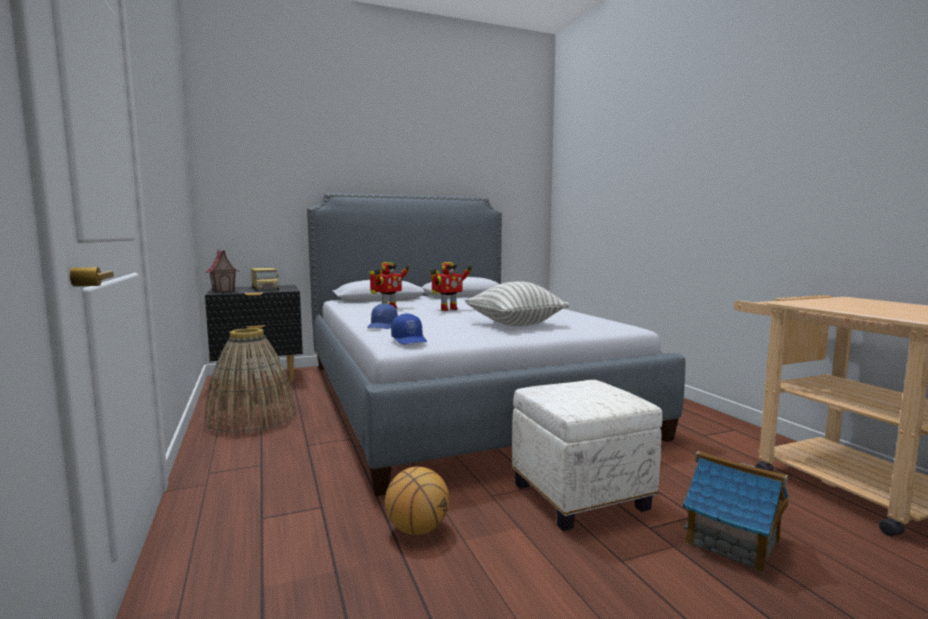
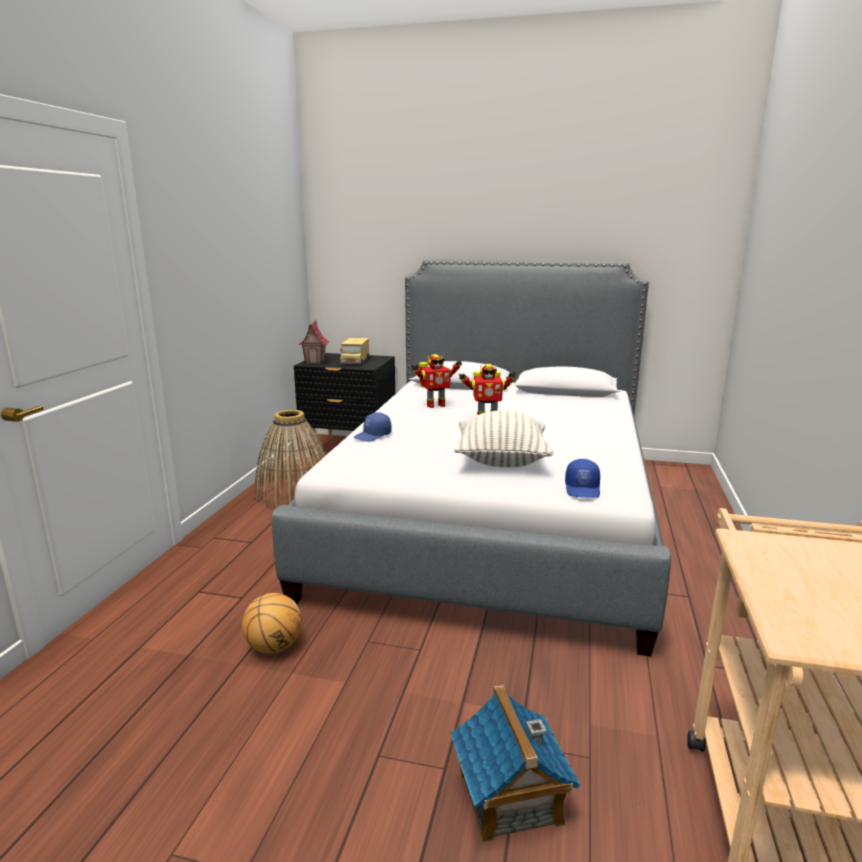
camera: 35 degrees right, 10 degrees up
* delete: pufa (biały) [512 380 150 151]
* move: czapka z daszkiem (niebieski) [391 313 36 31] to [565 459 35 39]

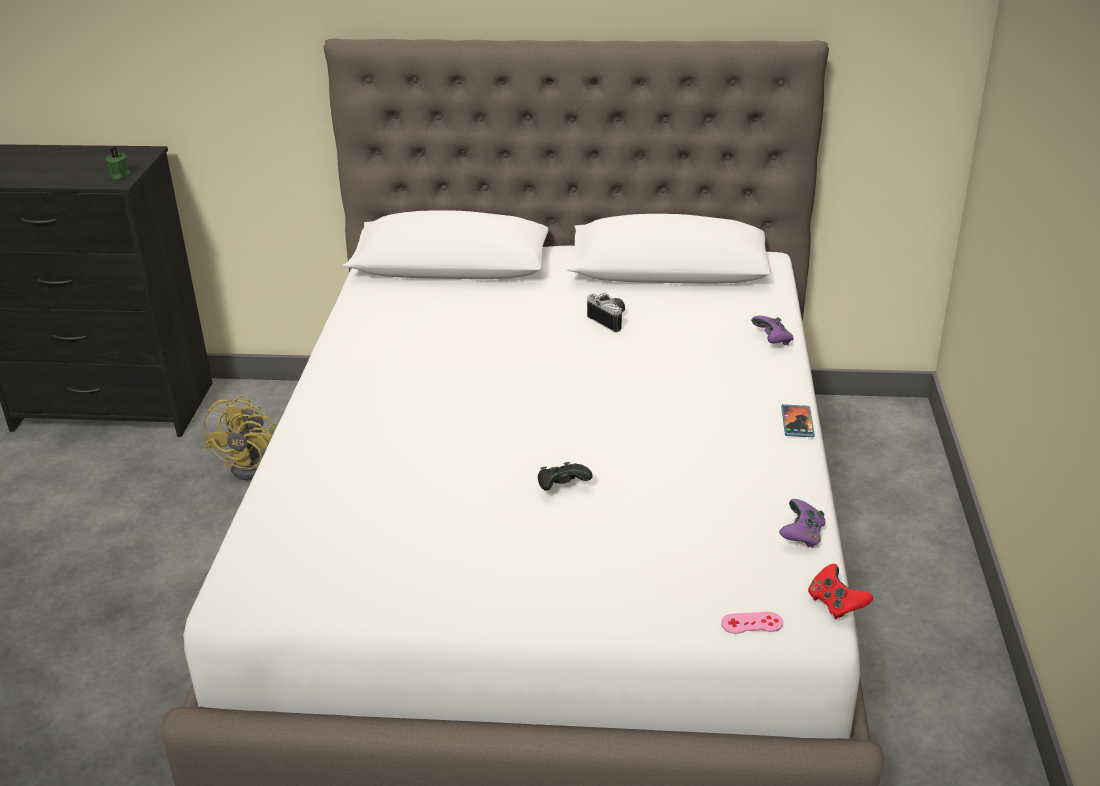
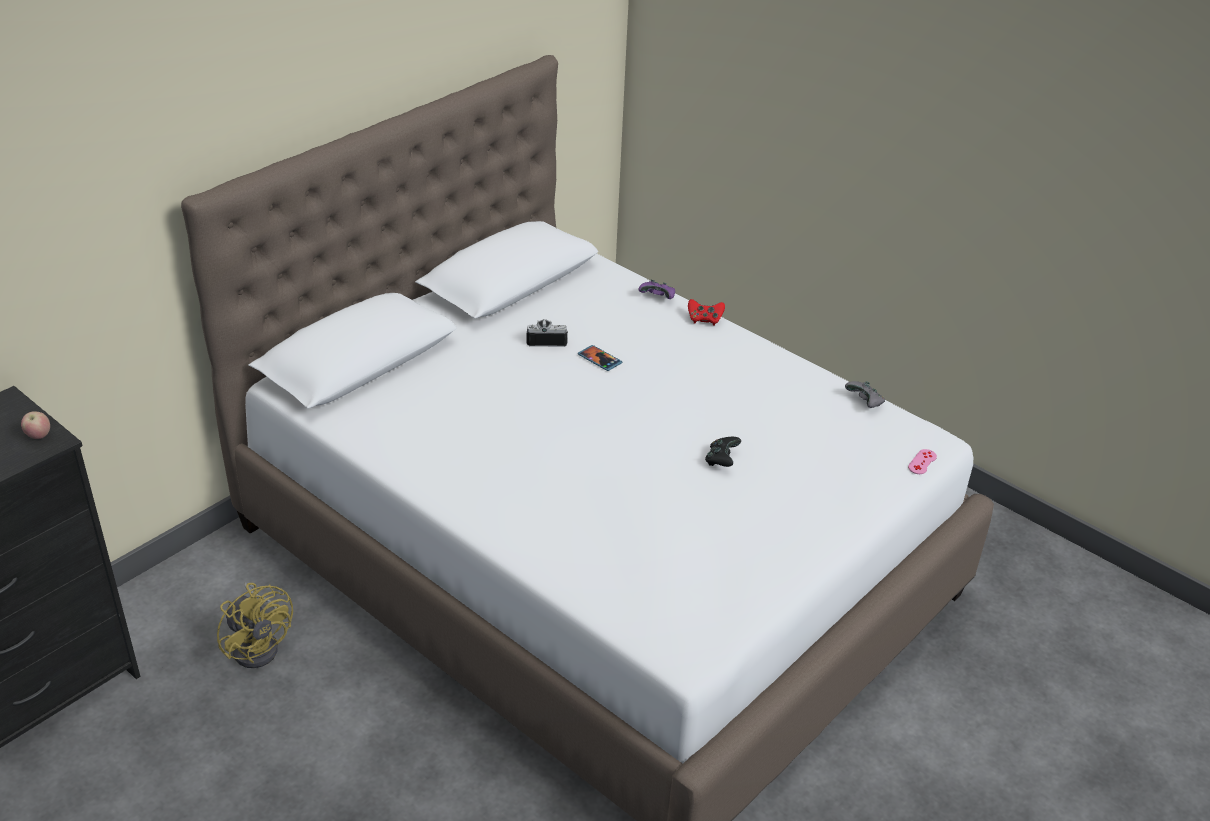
camera: 55 degrees left, 5 degrees up
* move: telefon [781 404 34 33] to [578 345 44 26]
* move: pad do gier (czerwony) [808 564 65 55] to [688 299 37 27]
* replace: świeca (zielony) [106 147 24 33] to jabłko [21 411 29 28]
* recolor: pad do gier (fioletowy) [779 499 46 49] to pad do gier (szary) [845 381 40 27]

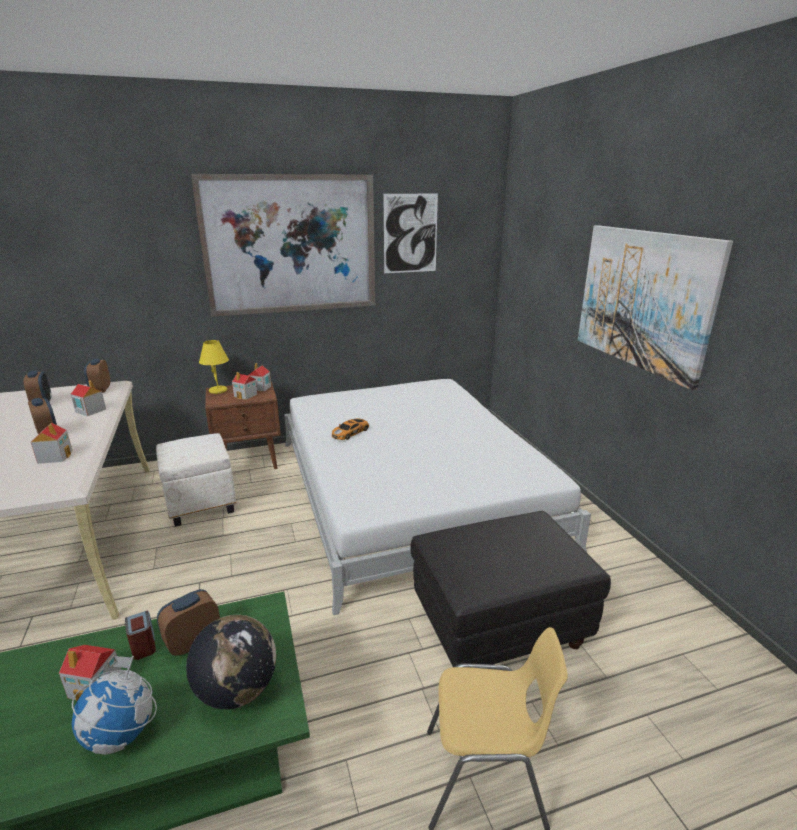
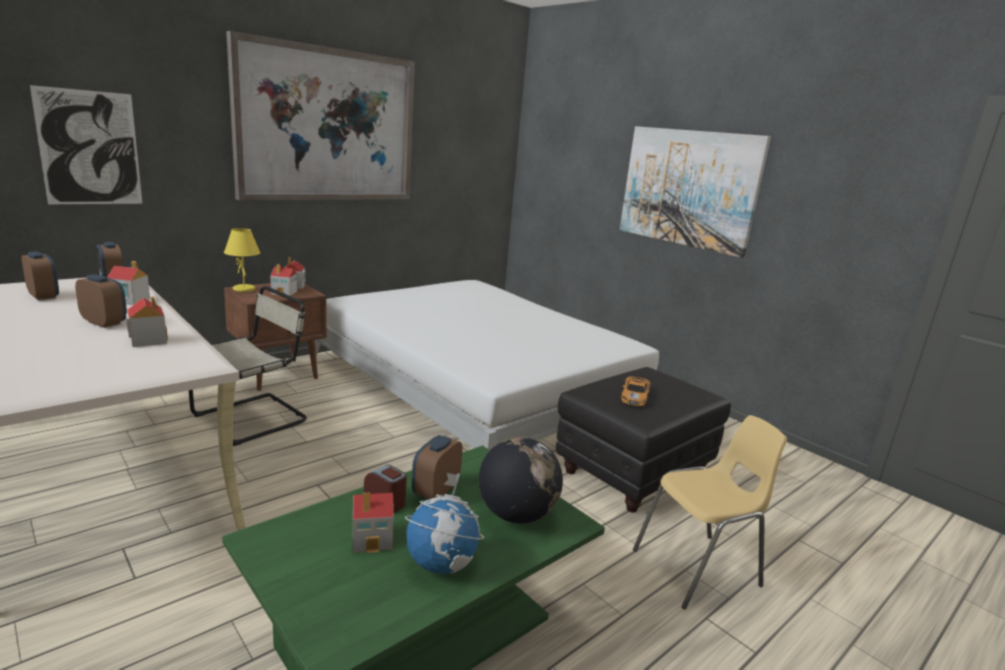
camera: 25 degrees left, 5 degrees down
* move: samochodzik [332 418 37 22] to [621 376 29 30]
* move: obraz [383 193 55 80] to [30 85 112 119]
* replace: pufa (biały) [156 433 81 94] to krzesło (beżowy) [189 286 118 160]

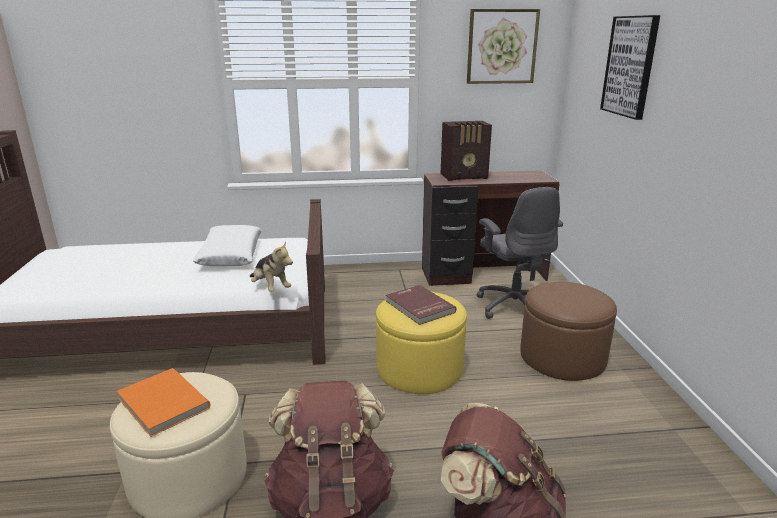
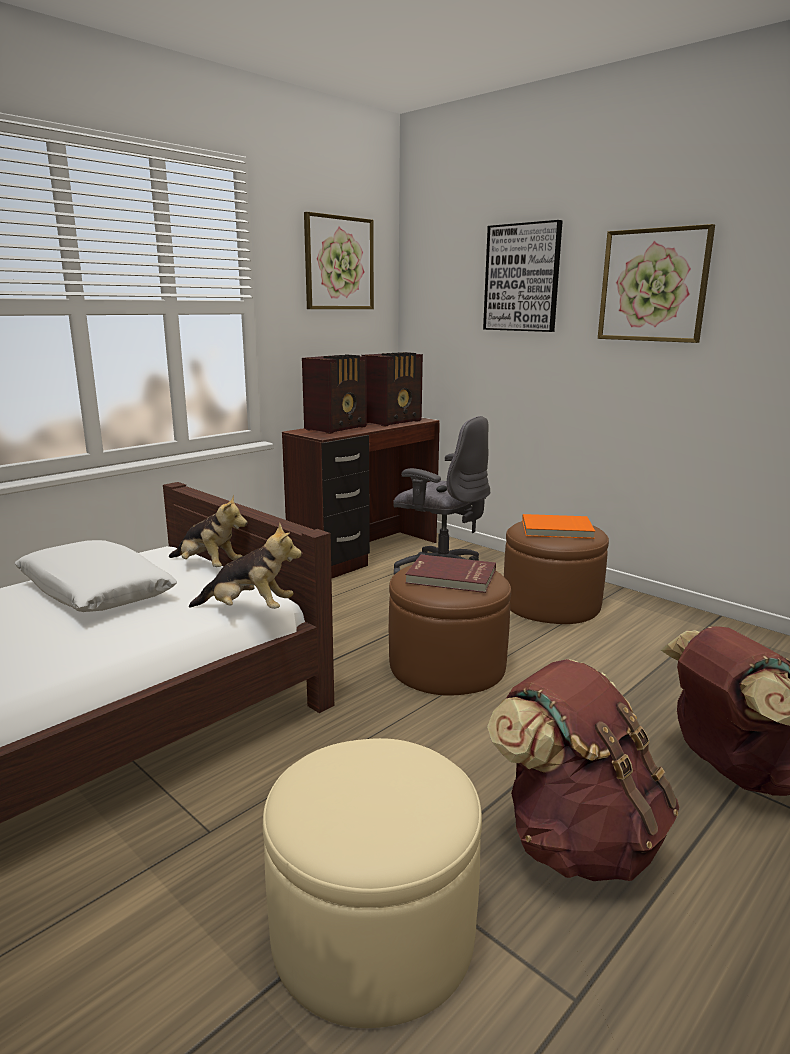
camera: 40 degrees left, 5 degrees down
* insert: pluszak [169 494 78 73]
* insert: radio [361 352 62 75]
* insert: obraz [598 224 117 119]
* move: książka (pomarańczowy) [117 368 93 69] to [522 514 73 25]
* recolor: pufa (żółty) [376 292 91 102] to pufa (brązowy) [389 565 122 131]

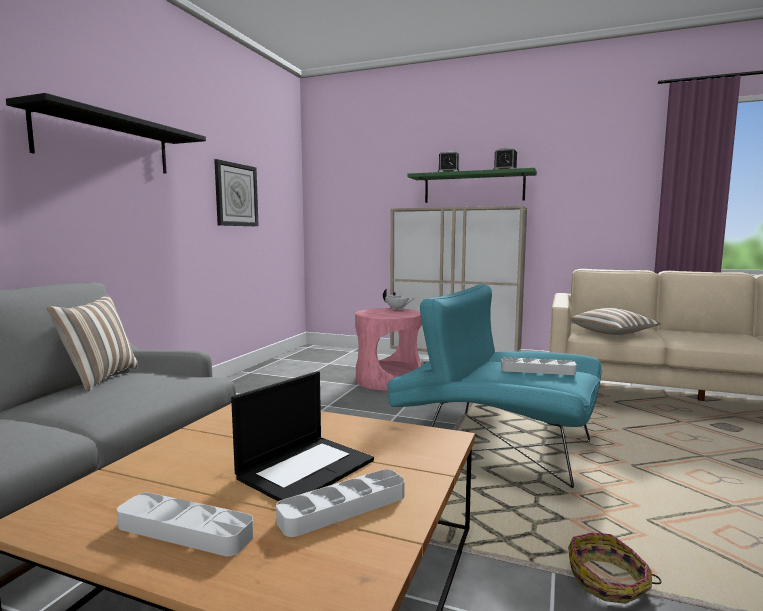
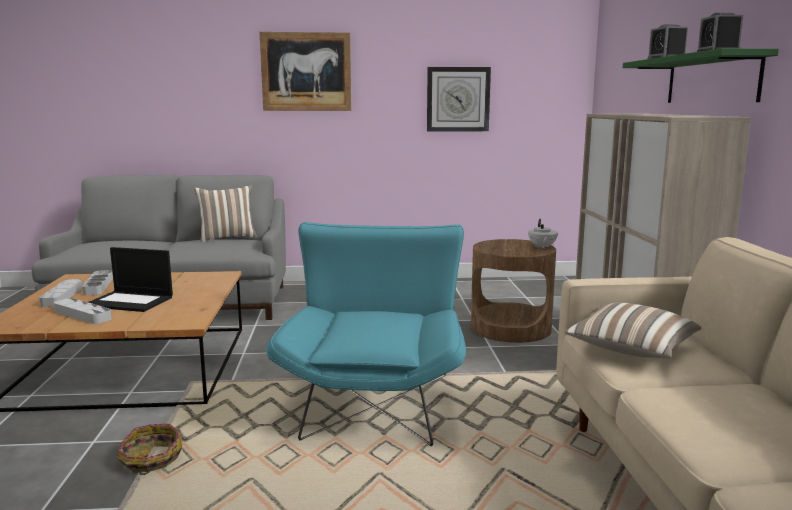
camera: 65 degrees right, 5 degrees up
* move: taca (szary) [501 357 76 18] to [82 270 31 25]
* replace: półka (czarny) [6 93 200 81] to obraz [260 32 91 79]
* recolor: stolik (różowy) [355 308 67 83] to stolik (brązowy) [471 239 85 104]

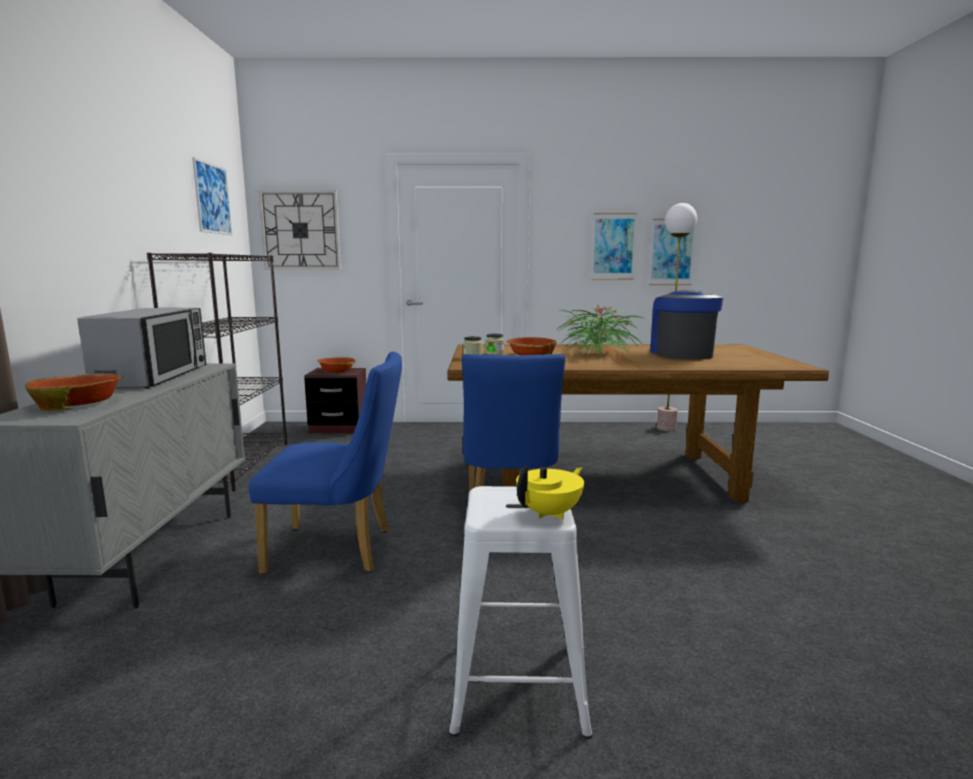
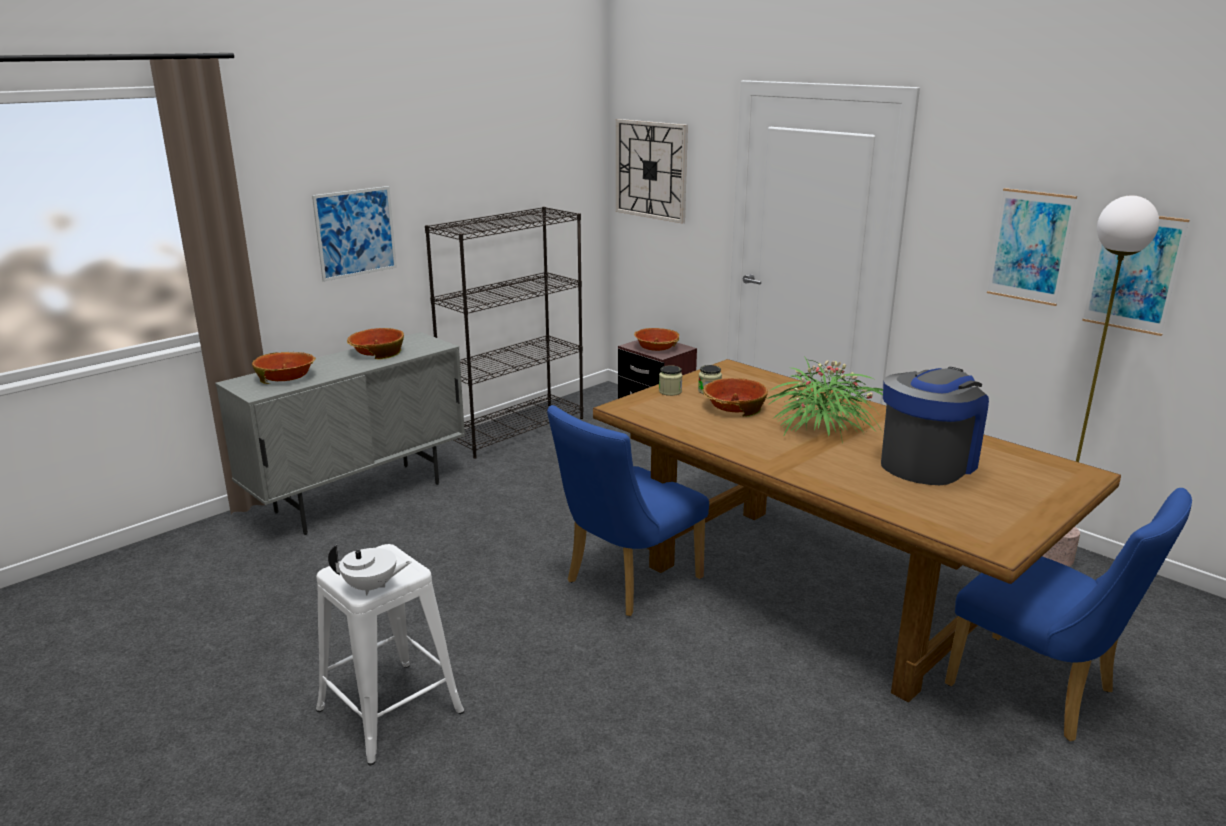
camera: 45 degrees right, 10 degrees up
* move: obraz [192 157 41 78] to [312 186 85 96]
* move: krzesło (niebieski) [249 352 153 222] to [945 488 247 253]
* replace: mikrofalówka [77 308 129 80] to miska [347 328 57 31]
* recolor: imbryk (żółty) [516 466 68 54] to imbryk (biały) [328 544 83 51]

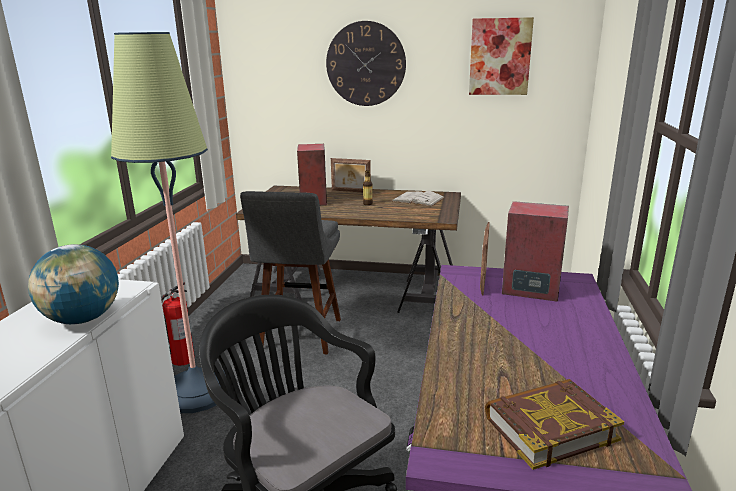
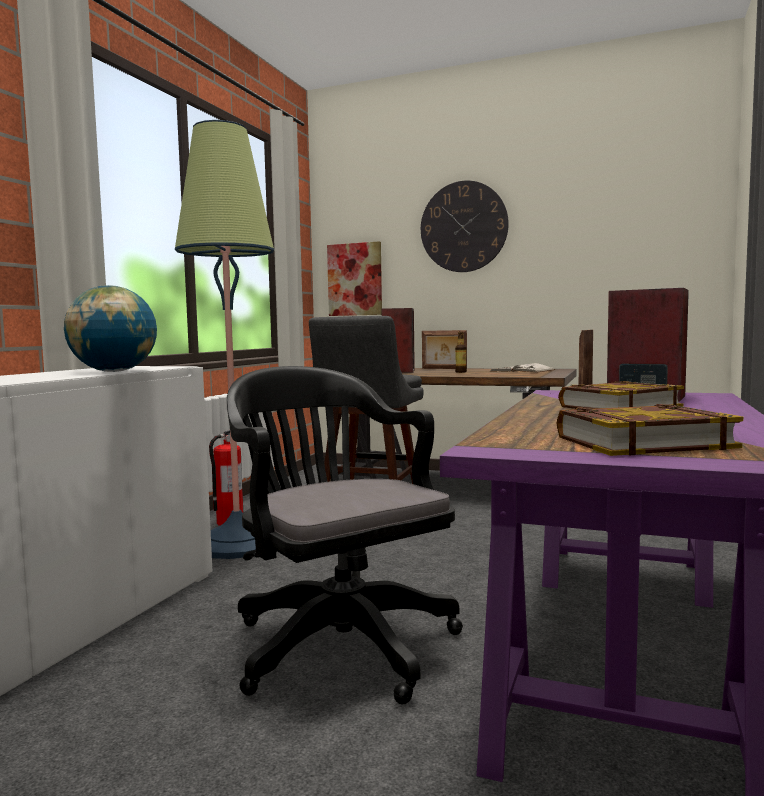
camera: 10 degrees right, 15 degrees down
* insert: książka [558 381 126 28]
* move: obraz [469 17 65 78] to [327 241 55 75]

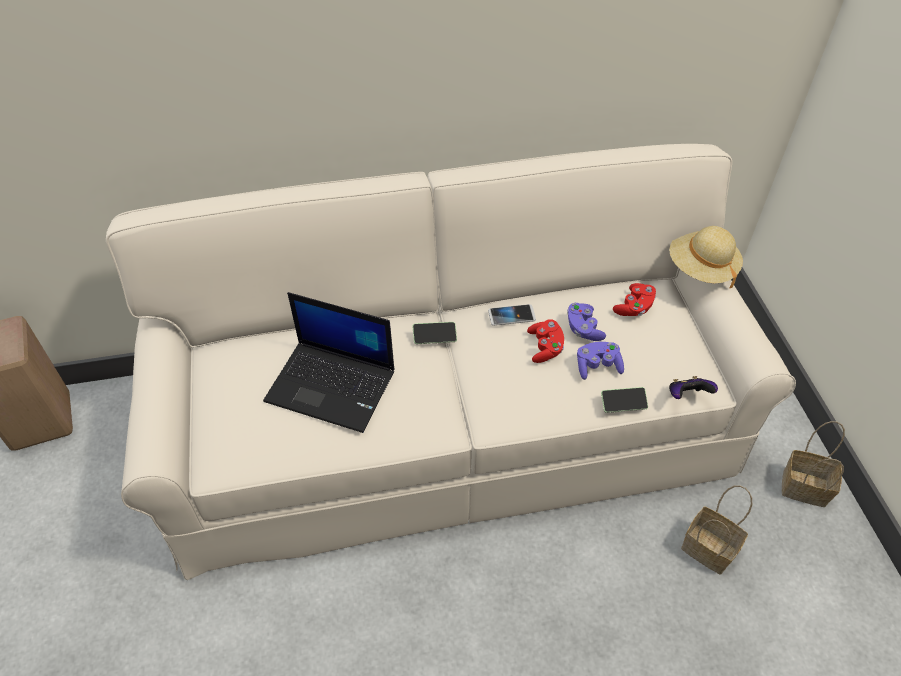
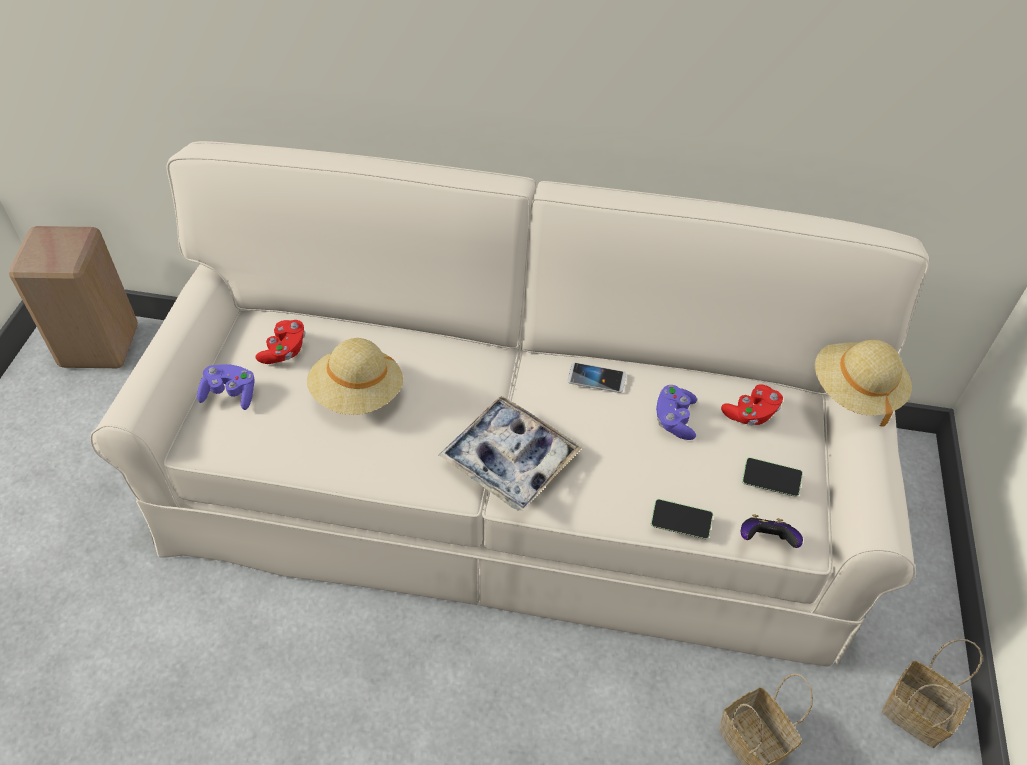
camera: 20 degrees right, 0 degrees up
* insert: taca [439 396 144 115]
* move: telefon [412 322 45 22] to [742 457 61 40]
* move: pad do gier (czerwony) [527 319 37 44] to [255 320 51 44]
* move: pad do gier (fioletowy) [577 342 47 38] to [197 364 58 46]
* replace: laptop [263 292 131 141] to kapelusz (beżowy) [307 338 96 77]

